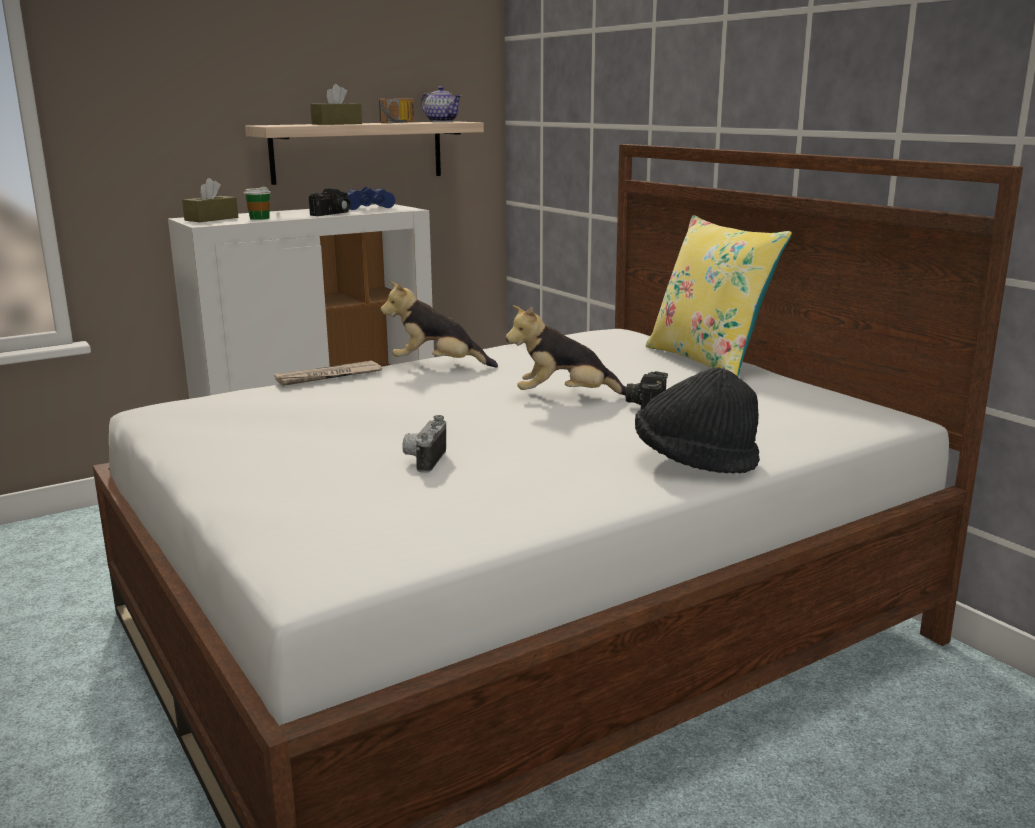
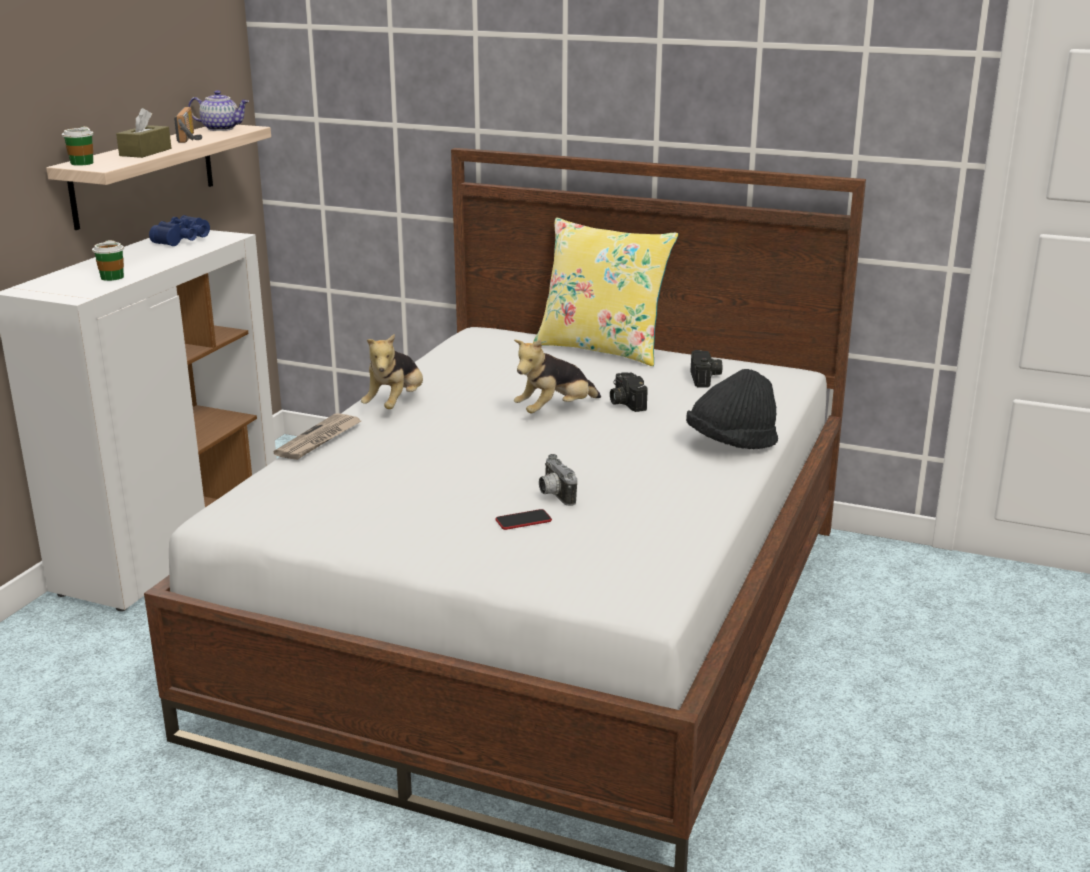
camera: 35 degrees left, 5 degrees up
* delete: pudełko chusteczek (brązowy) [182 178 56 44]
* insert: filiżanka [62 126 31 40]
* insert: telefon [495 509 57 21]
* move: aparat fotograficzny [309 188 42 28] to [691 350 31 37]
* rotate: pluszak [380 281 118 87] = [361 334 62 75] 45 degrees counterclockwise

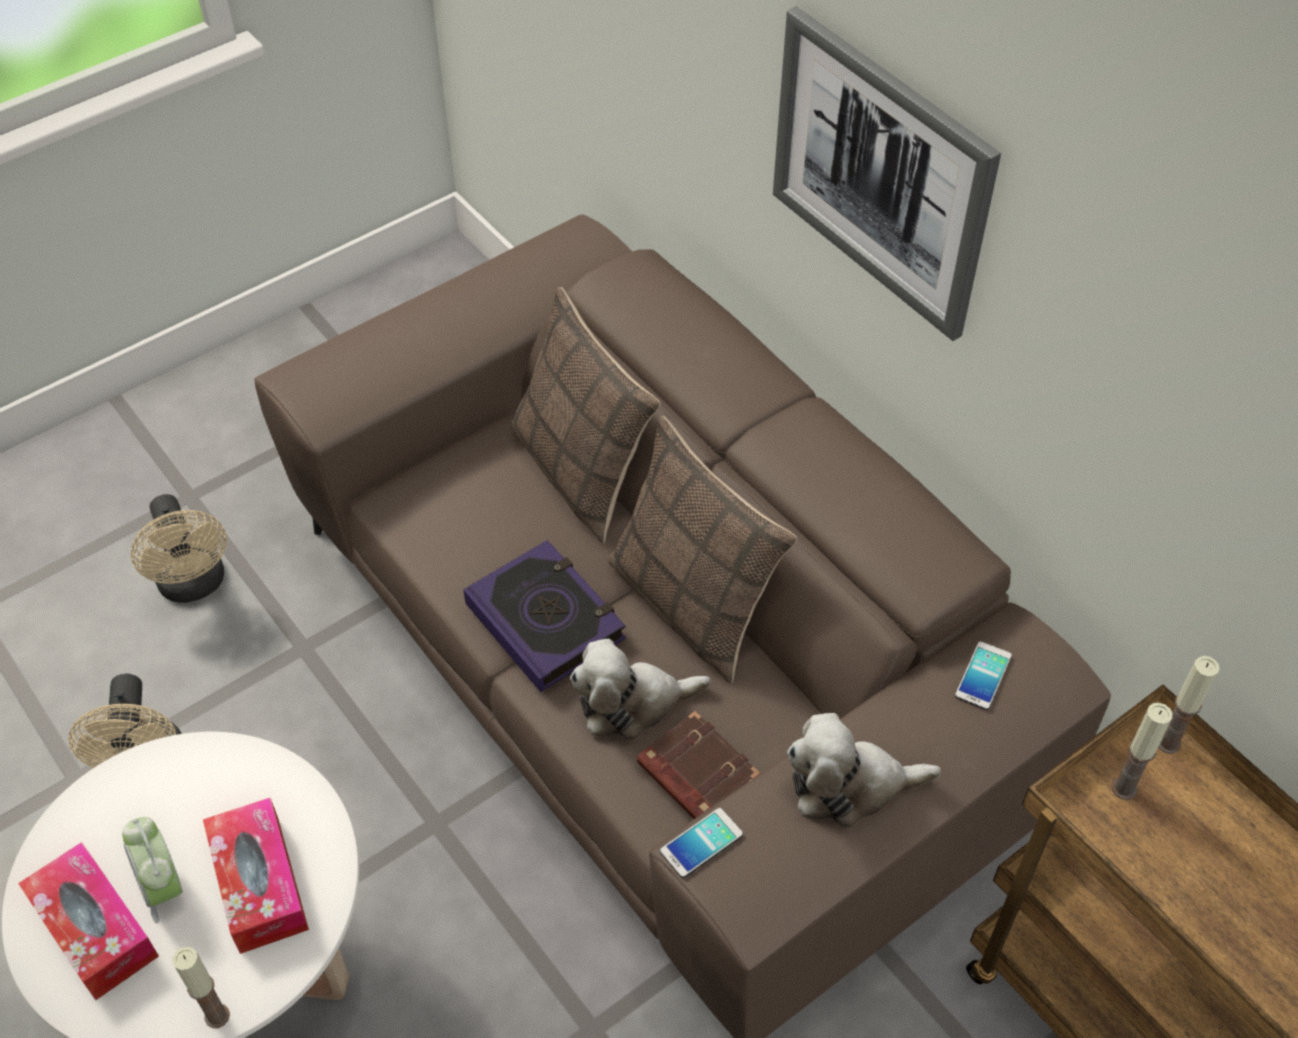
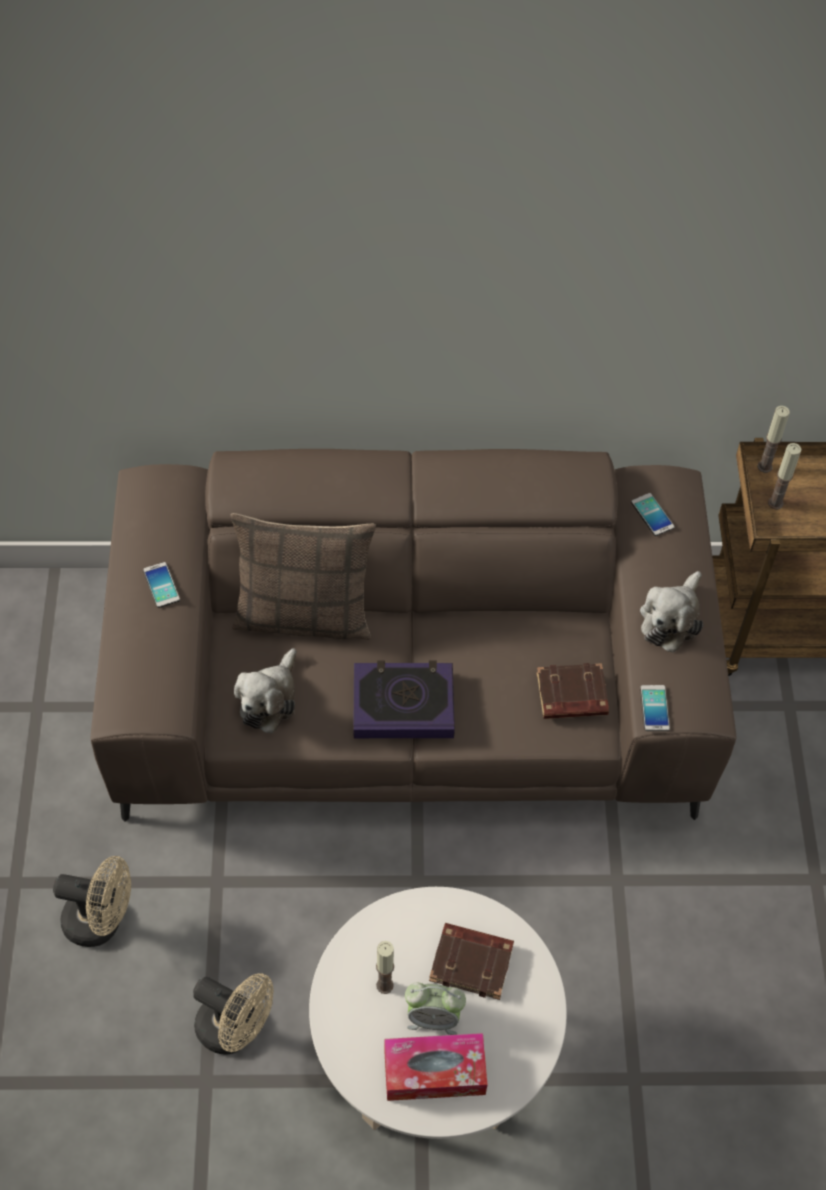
camera: 55 degrees left, 5 degrees up
* delete: poduszka [608 416 189 267]
* delete: obraz [773 6 228 335]
* insert: telefon [143 562 37 46]
* move: świeca [172 946 58 82] to [376 941 18 53]
* move: pluszak [570 639 141 101] to [234 648 63 86]
* replace: pudełko chusteczek [203 798 106 156] to książka (brązowy) [429 923 85 77]

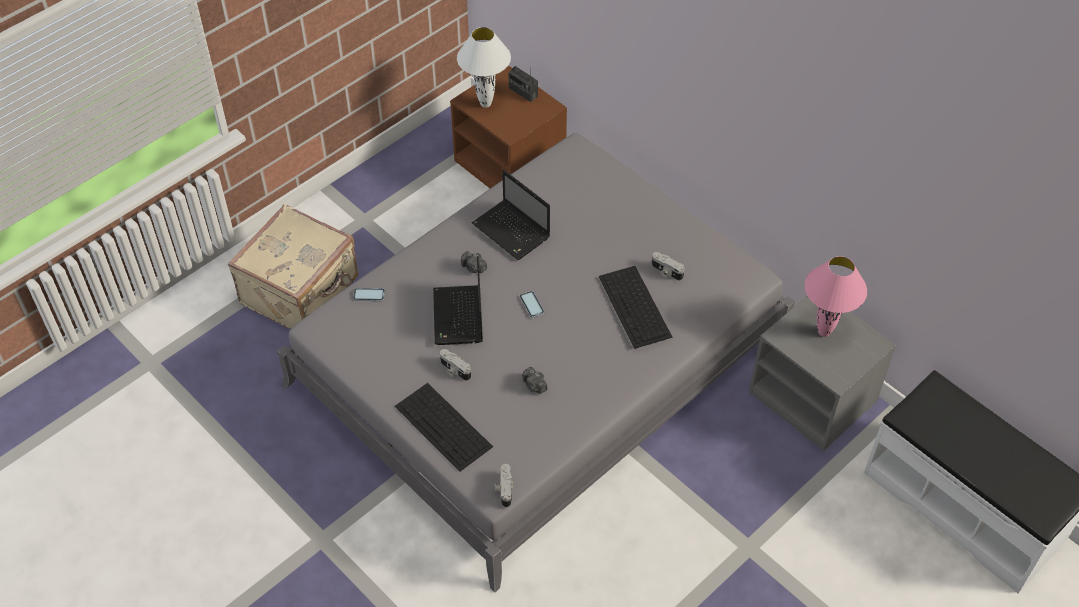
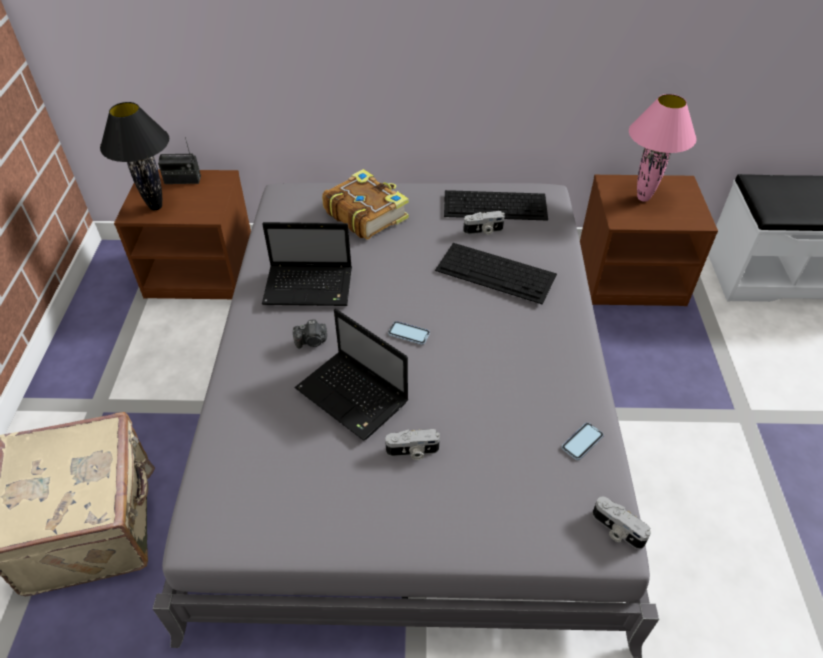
camera: 45 degrees left, 5 degrees down
* delete: aparat fotograficzny [522 367 25 27]
* insert: książka [322 169 87 70]
* move: telefon [353 288 32 13] to [562 423 42 37]
* move: klawiatura [395 383 98 89] to [444 190 104 31]
* recolor: lampa stołowa (biały) [457 27 54 81] to lampa stołowa (czarny) [100 102 69 108]
* recolor: szafka nocna (szary) [749 296 147 155] to szafka nocna (brązowy) [580 175 138 131]

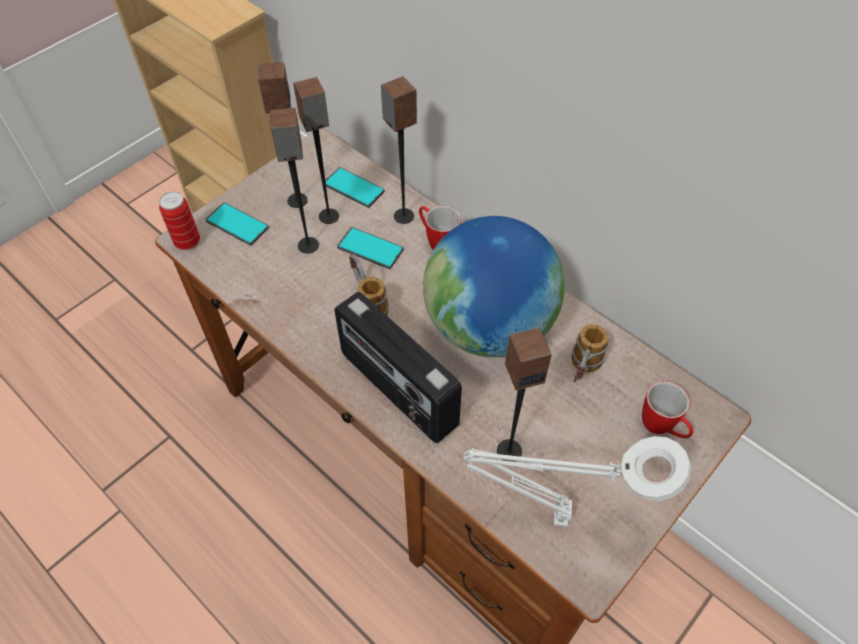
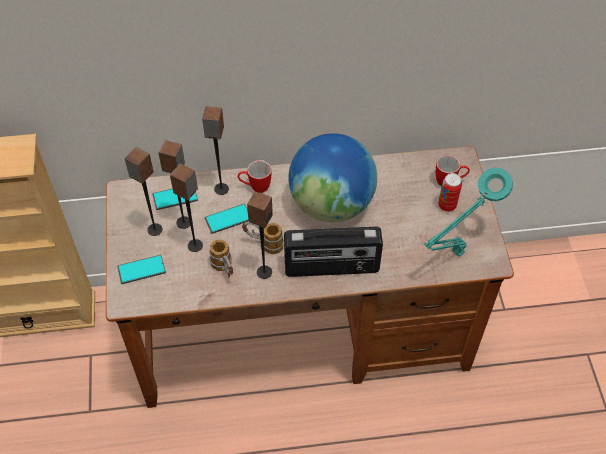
camera: 50 degrees left, 0 degrees up
* move: puszka [159 191 41 59] to [438 173 24 39]
* move: głośnik [497 327 55 135] to [247 191 26 88]
* move: kubek [571 324 38 58] to [209 239 24 39]
* recolor: lampa stołowa (biały) [464 436 227 91] to lampa stołowa (turkusowy) [424 168 89 89]

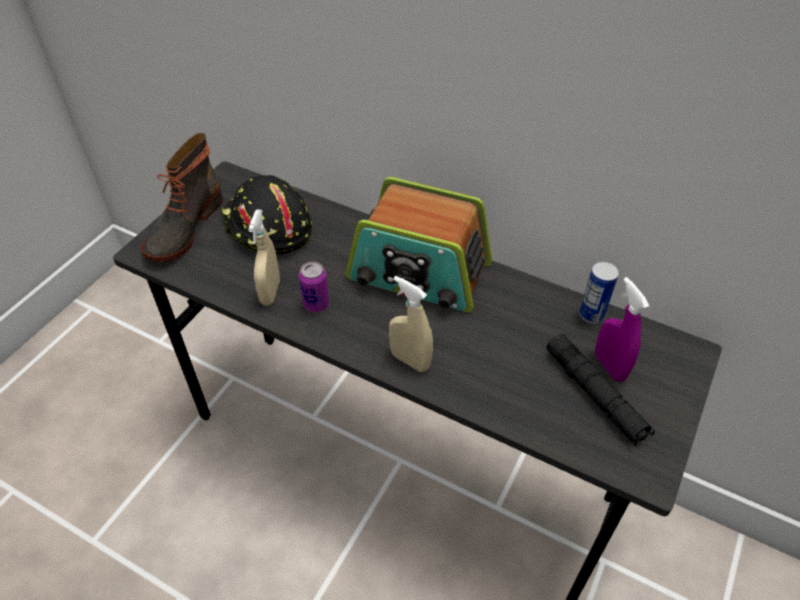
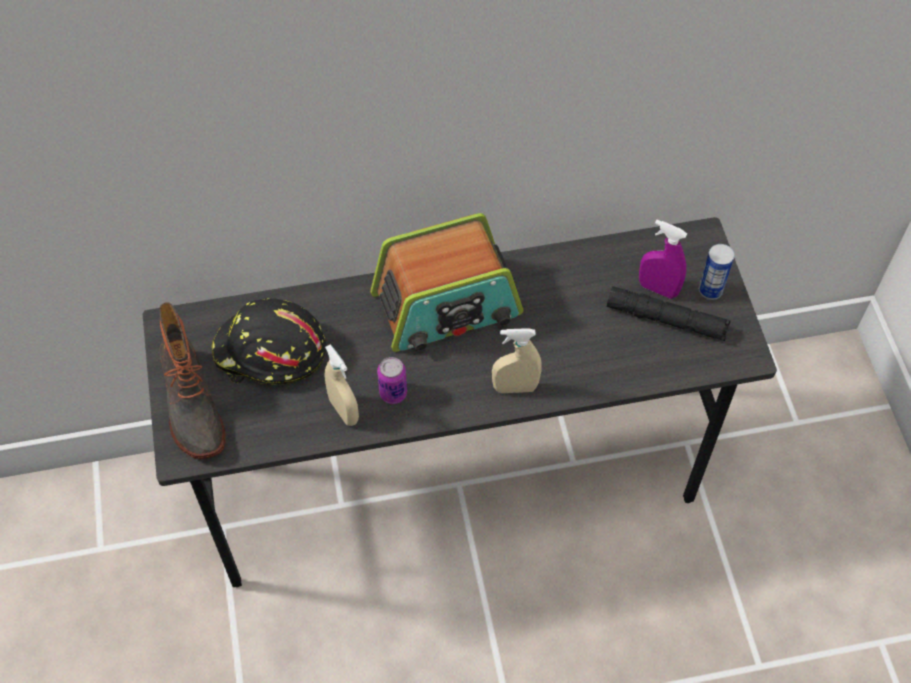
camera: 40 degrees left, 10 degrees up
* move: puszka [579 261 40 63] to [699 244 35 56]

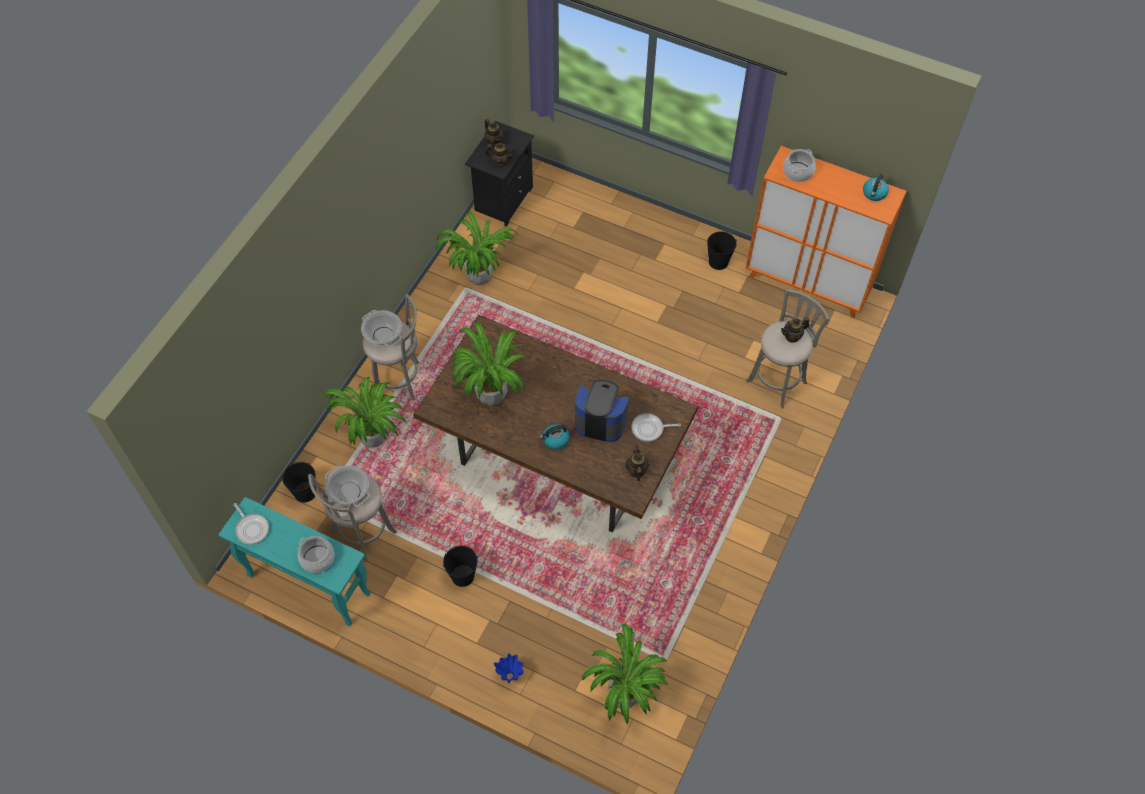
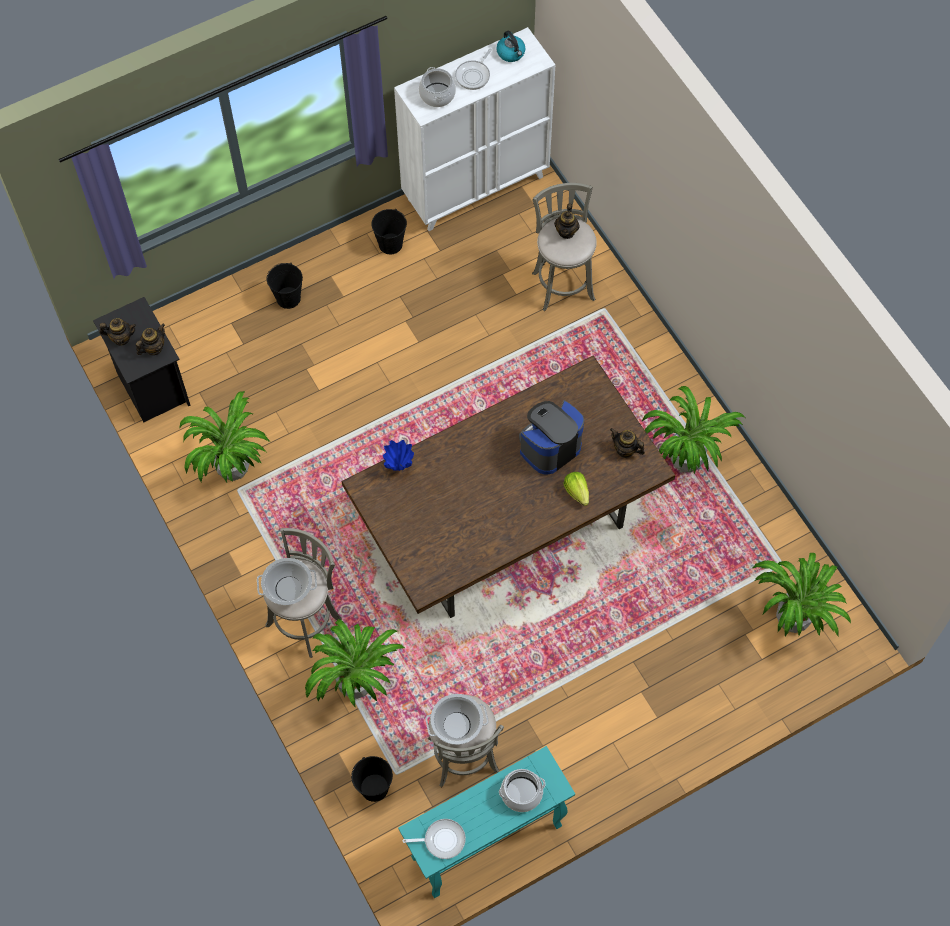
camera: 55 degrees left, 5 degrees up
* delete: czajnik [539 424 31 26]
* insert: sałata [563 472 26 34]
* move: wiadro (czarny) [443 545 35 42] to [267 263 36 46]
* move: roślina doniczkowa [453 322 73 84] to [642 386 104 88]
* move: wazon (niebieski) [494 653 30 30] to [383 440 31 31]
* move: patelnia [632 413 49 29] to [455 48 37 42]
* recolor: szafka (pomarańczowy) [746 146 161 172] to szafka (biały) [394 27 161 204]

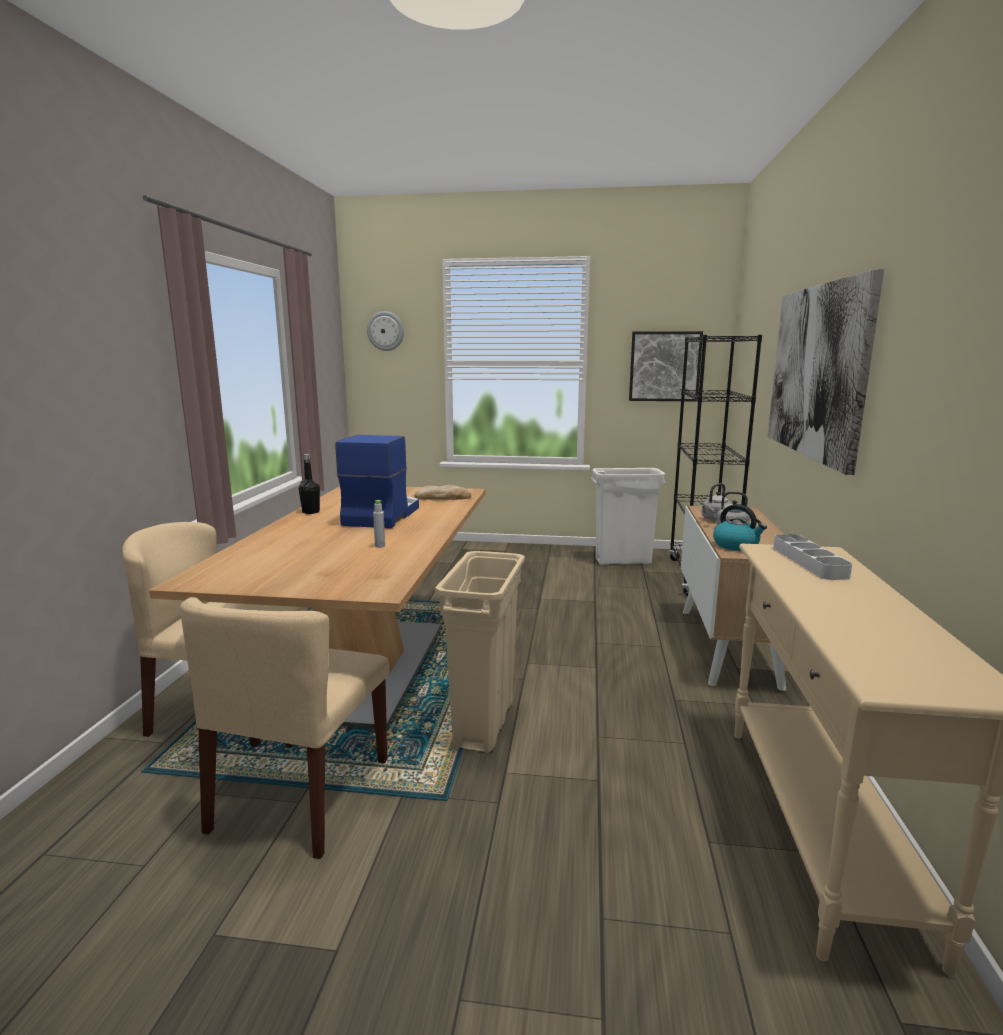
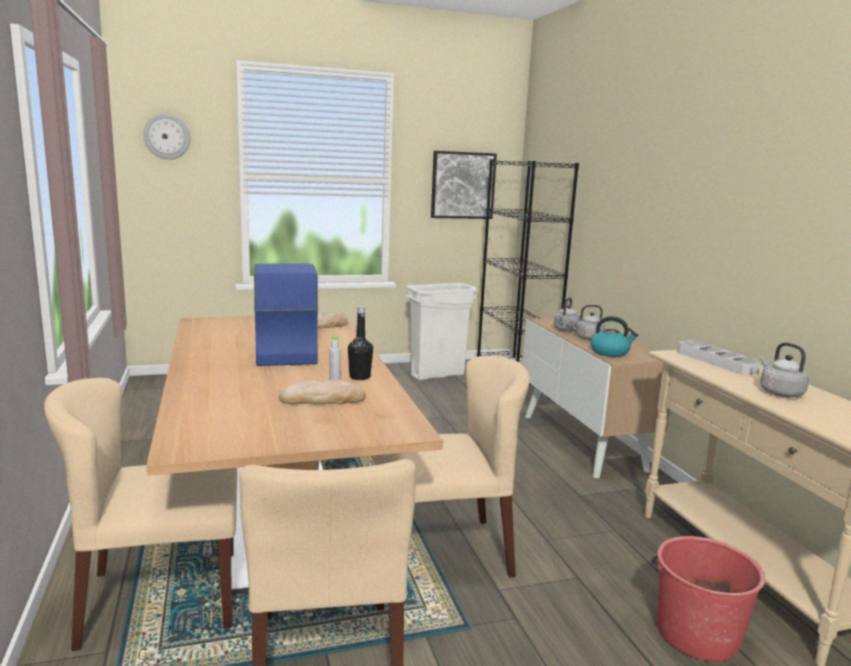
camera: 25 degrees left, 0 degrees up
* delete: obraz [768 269 116 206]
* insert: chleb [279 380 87 24]
* insert: wiadro (czerwony) [651 536 114 126]
* insert: czajnik (szary) [760 342 49 55]
* move: butelka (czarny) [299 454 21 60] to [348 305 25 75]
* replace: kosz na śmieci (beżowy) [435 551 90 202] to krzesło (beżowy) [374 356 156 222]

